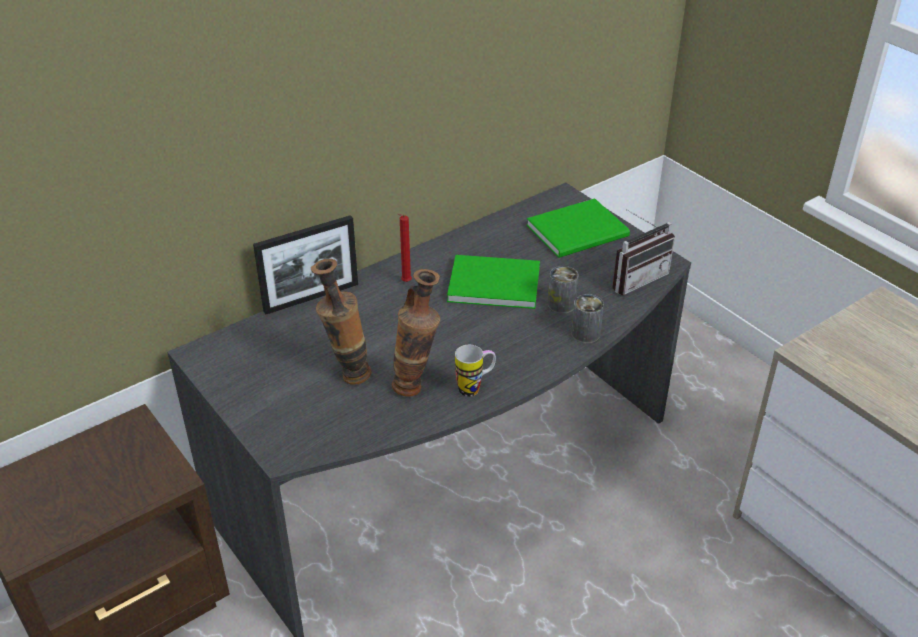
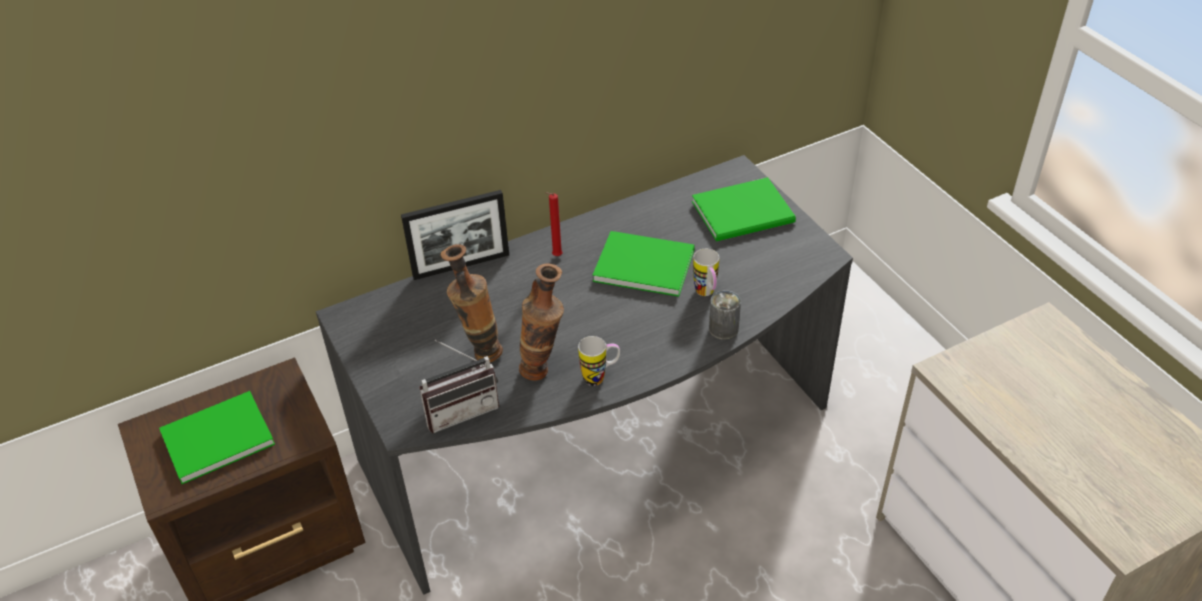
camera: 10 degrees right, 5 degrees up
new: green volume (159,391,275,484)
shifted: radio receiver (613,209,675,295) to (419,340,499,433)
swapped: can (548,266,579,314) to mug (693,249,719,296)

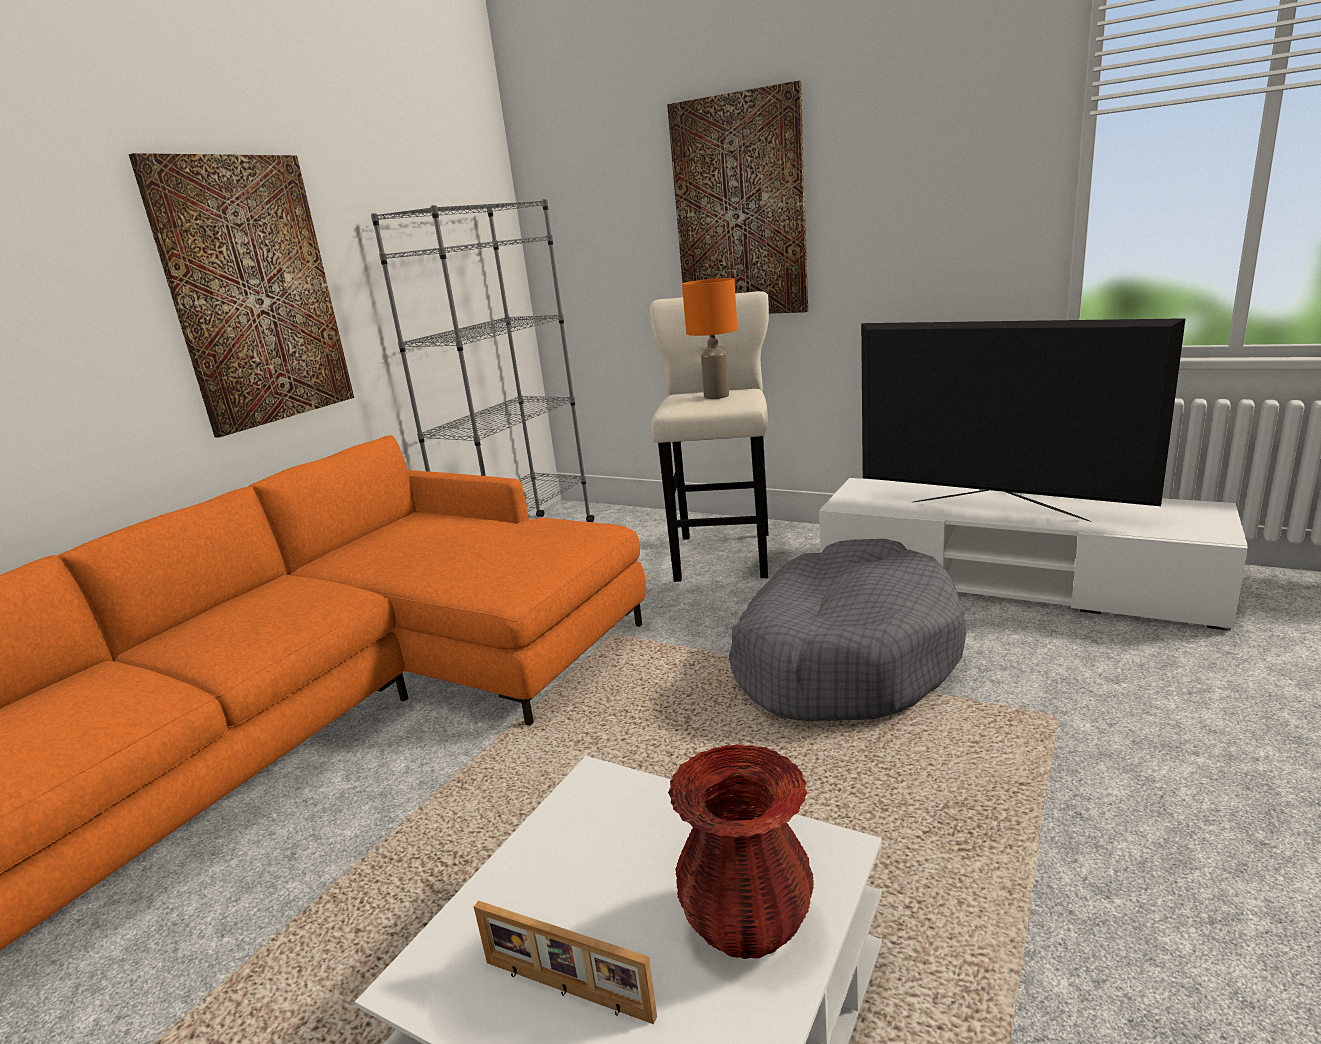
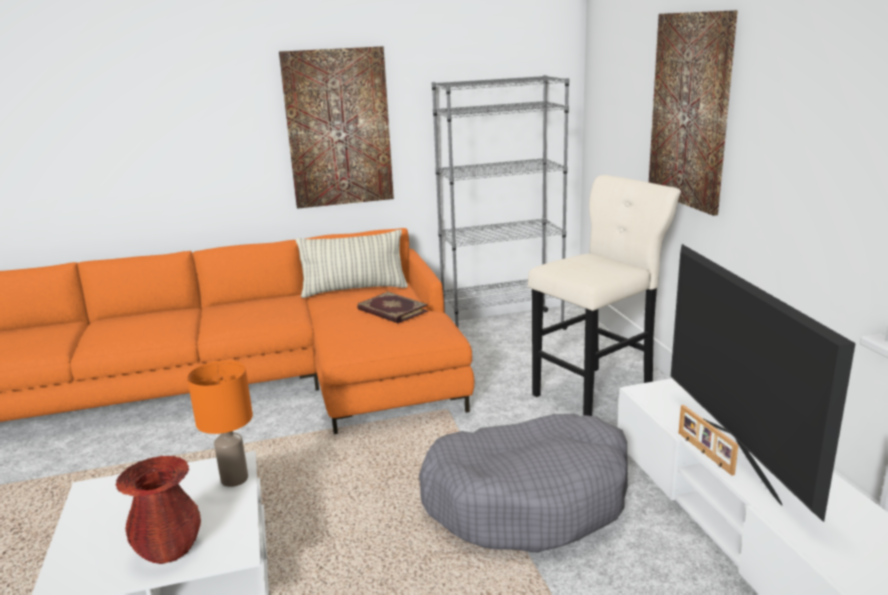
camera: 45 degrees right, 0 degrees up
new: throw pillow (296,229,408,298); volume (357,292,428,323)
shifted: orange-coloured lamp for a table (682,278,738,399) to (187,360,253,487); picture frame (474,901,657,1024) to (679,405,738,476)

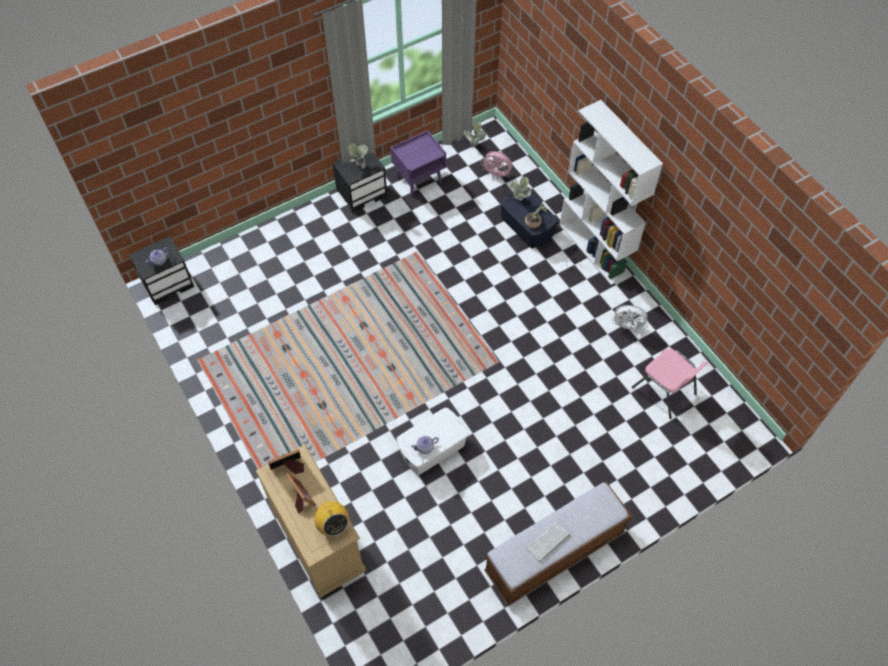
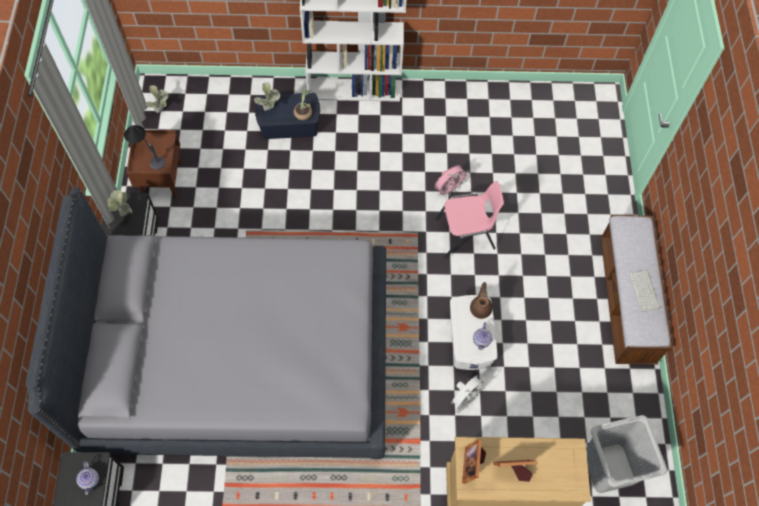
camera: 60 degrees left, 5 degrees up
gone: radio receiver (313,501,349,537)
new: grey bed (25,187,386,459); lamp for a table (124,125,165,170); brown-coloured pot for tea (470,282,493,319); grey hamper (586,415,667,493)
shifted: pink-coloured electric fan (481,151,512,179) to (435,165,470,197); pink-coloured upright chair (632,348,708,419) to (435,181,504,259); white electric fan (611,305,649,332) to (451,375,487,413)
repainted: purple-coloured night table (390,130,446,196) to brown-coloured night table (126,130,182,198)

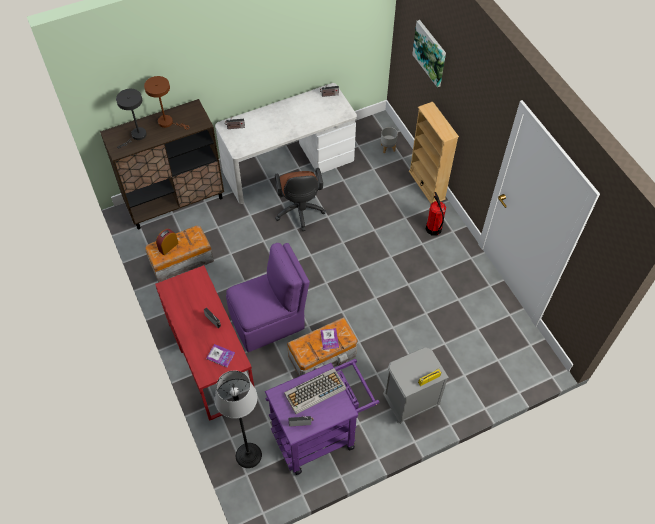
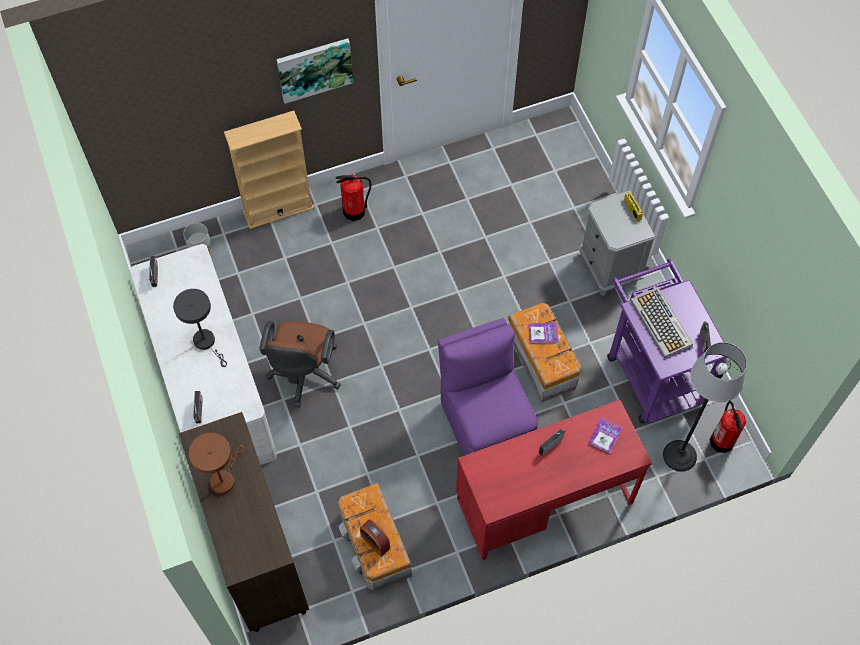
camera: 85 degrees left, 5 degrees up
new: fire extinguisher (710,401,746,453)
shifted: grey lamp for a table (116,89,147,148) to (173,289,227,367); wall picture (412,20,446,87) to (276,38,353,104)
rotated: brown-coloured office chair (275,168,326,231) = (259,321,341,407) 105 degrees clockwise

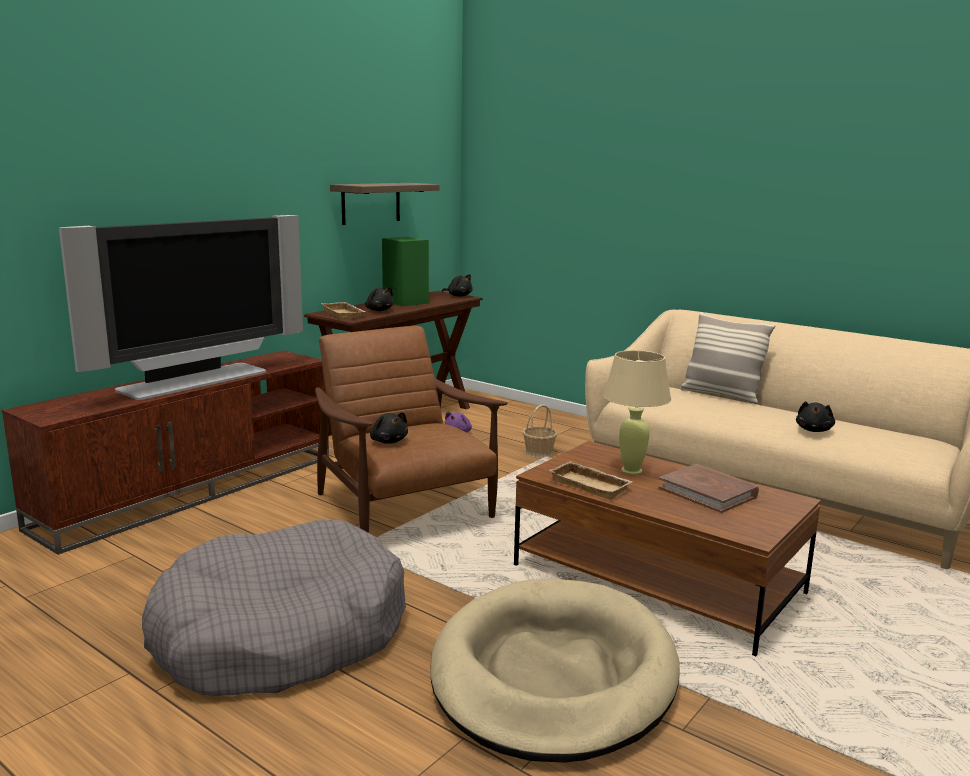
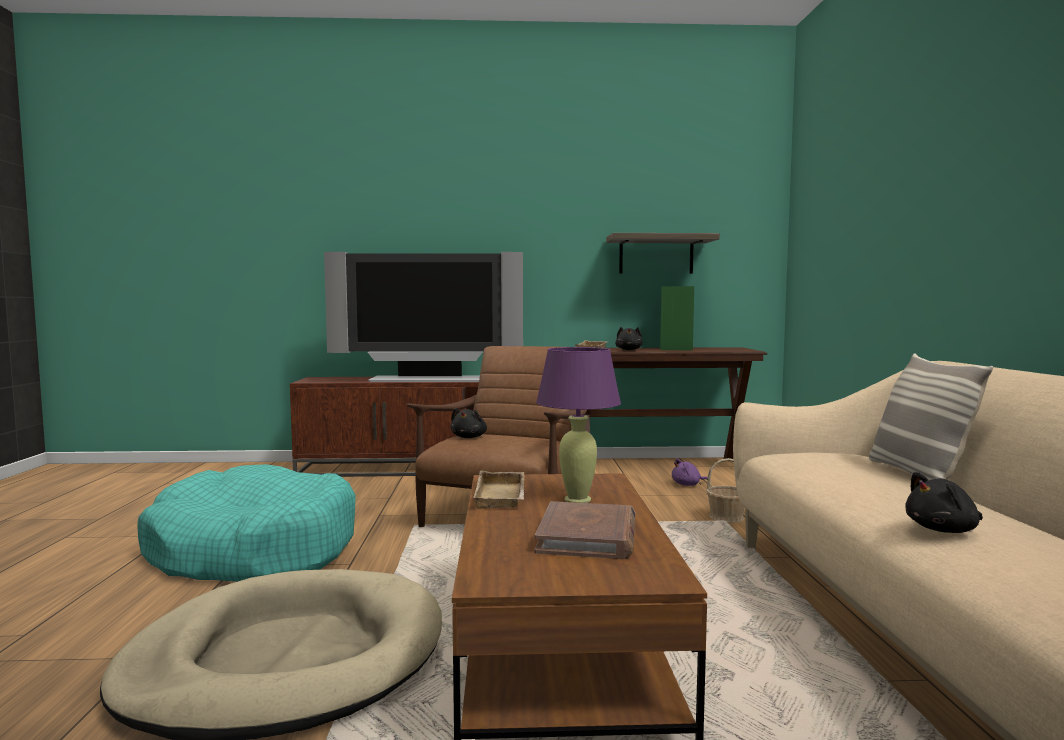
camera: 50 degrees right, 10 degrees down
gone: black-coloured plush toy (442,274,473,297)
repainted: grey dog cushion (142,520,406,696) to turquoise-coloured dog cushion (137,464,356,582); beige lamp for a table (603,350,671,475) to purple-coloured lamp for a table (536,347,621,503)

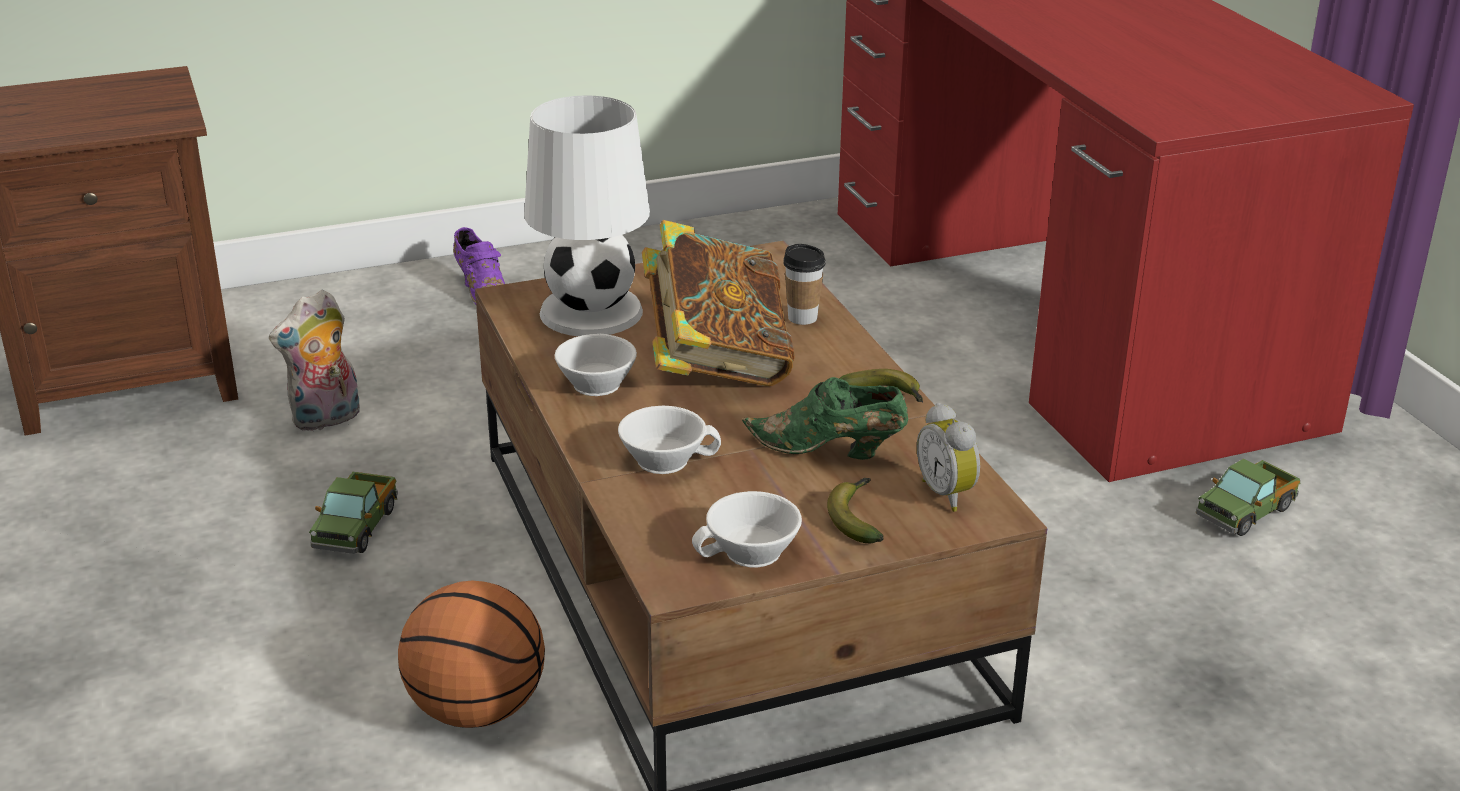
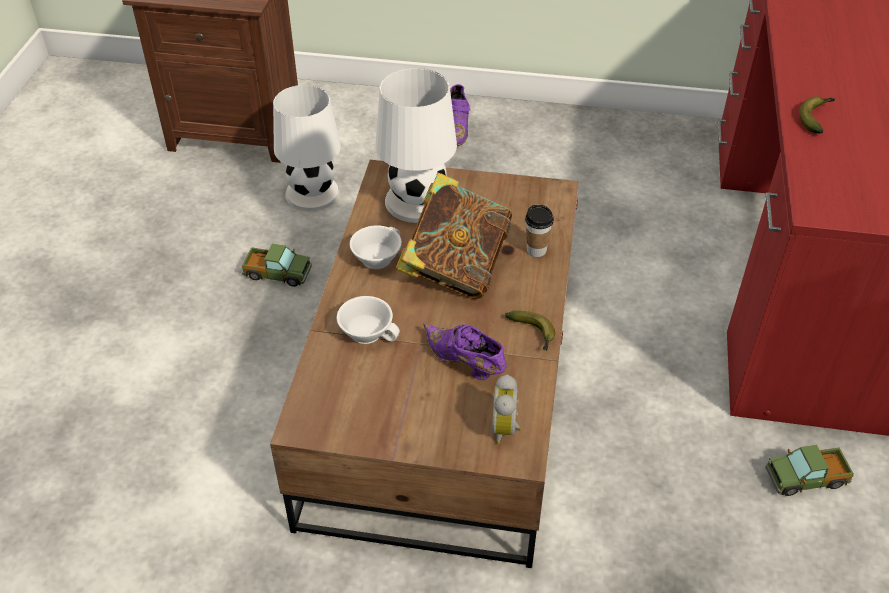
camera: 30 degrees right, 15 degrees up
gone: ball for basketball (398,581,545,728); white small cup (692,491,802,568)
shifted: banana fruit (827,478,883,543) to (799,96,835,134)
swapped: plush toy (269,290,360,432) to white lamp for a table (273,85,341,211)
repainted: green shoe (742,377,908,460) to purple-coloured shoe (423,323,507,380)
rotated: toy truck (309,472,398,554) = (242,244,312,287) 120 degrees counterclockwise

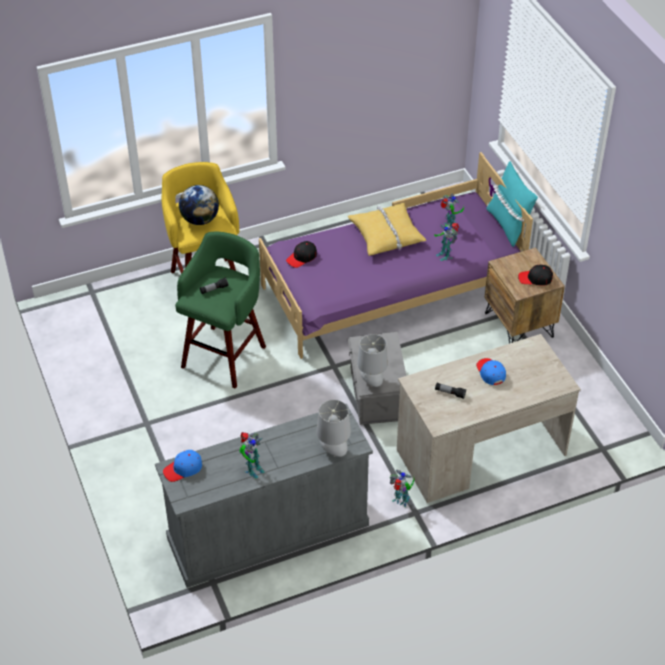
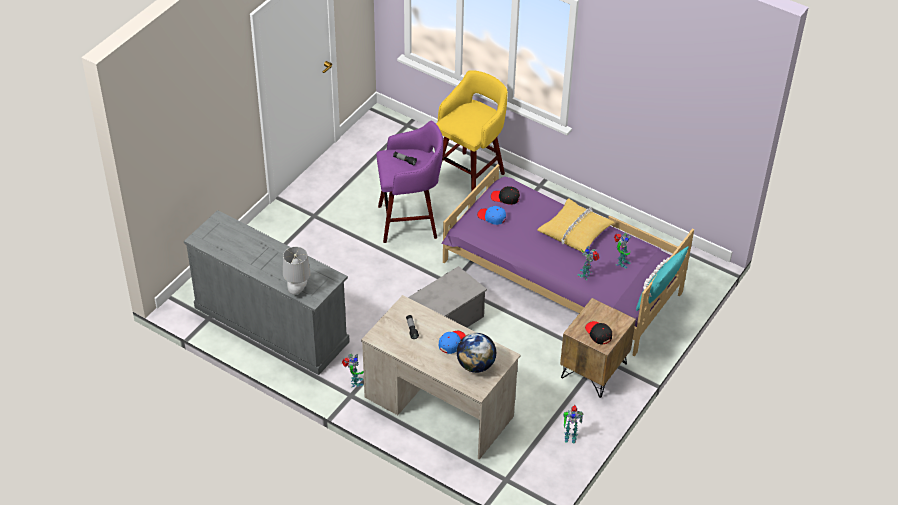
camera: 55 degrees right, 0 degrees up
gone: grey lamp for a table (357,334,388,387)
shifted: desk globe (179,185,219,225) to (457,333,496,373); blue peaked cap (163,450,202,482) to (477,206,506,225); model robot (239,432,265,479) to (563,405,583,444)
repainted: green stool (175,232,266,389) to purple-coloured stool (376,121,443,243)

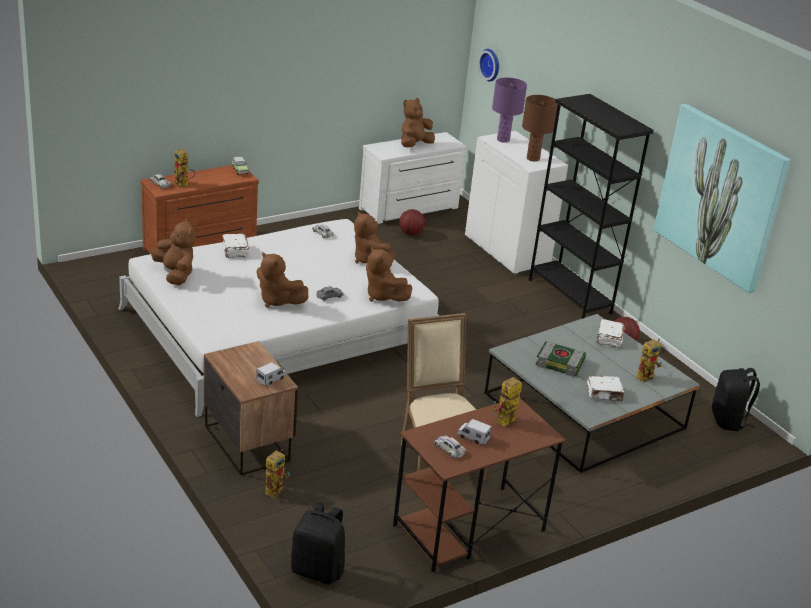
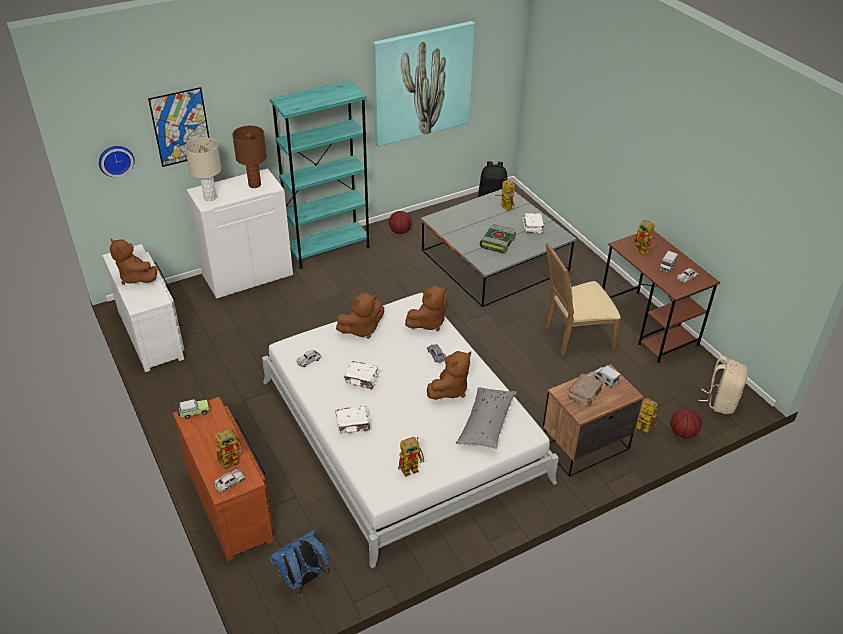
camera: 85 degrees left, 10 degrees up
new: wall picture (148,87,209,167); blue backpack (270,529,330,594); grey throw pillow (456,387,517,449); brown-coloured volume (568,374,603,406)
shifted: white volume (596,319,625,348) to (344,361,379,389); ball for basketball (399,209,425,236) to (671,408,702,438)
swapped: brown-coloured plush toy (151,218,196,285) to model robot (398,437,424,477)
repainted: purple-coloured lamp for a table (492,77,527,143) to beige lamp for a table (185,137,221,201); black-coloured bookcase (528,94,654,319) to turquoise-coloured bookcase (270,80,370,269); black-coloured backpack (291,502,345,585) to beige backpack (698,356,748,414)

